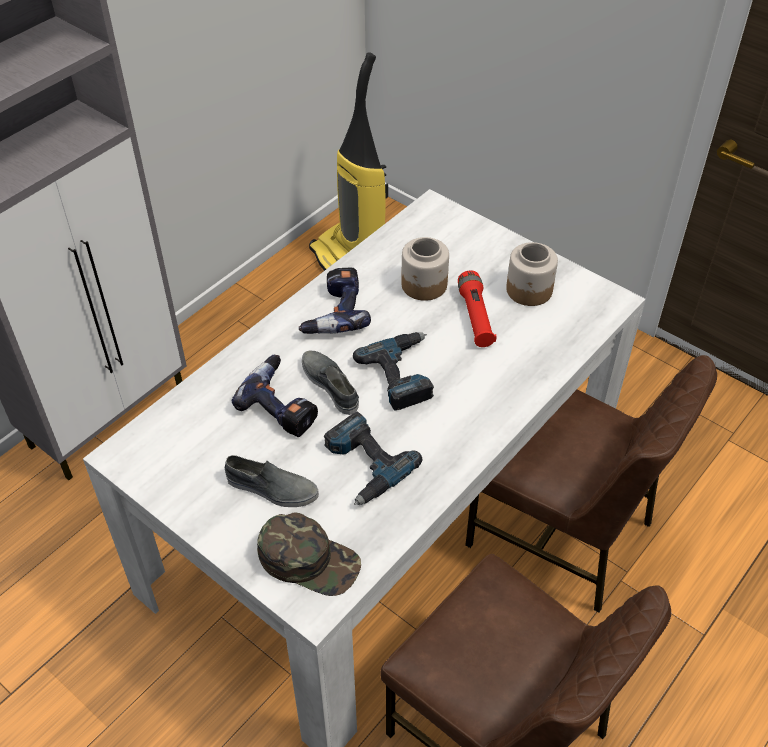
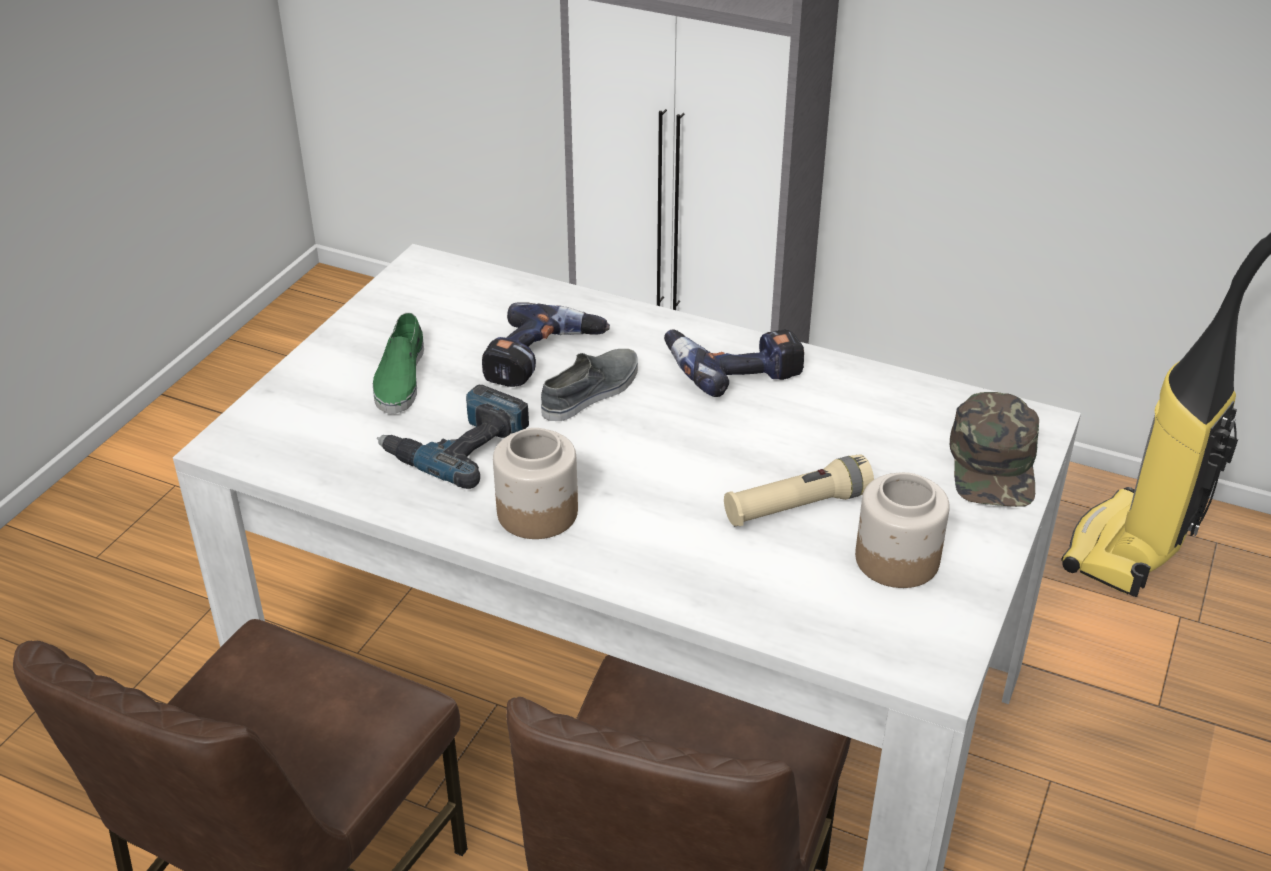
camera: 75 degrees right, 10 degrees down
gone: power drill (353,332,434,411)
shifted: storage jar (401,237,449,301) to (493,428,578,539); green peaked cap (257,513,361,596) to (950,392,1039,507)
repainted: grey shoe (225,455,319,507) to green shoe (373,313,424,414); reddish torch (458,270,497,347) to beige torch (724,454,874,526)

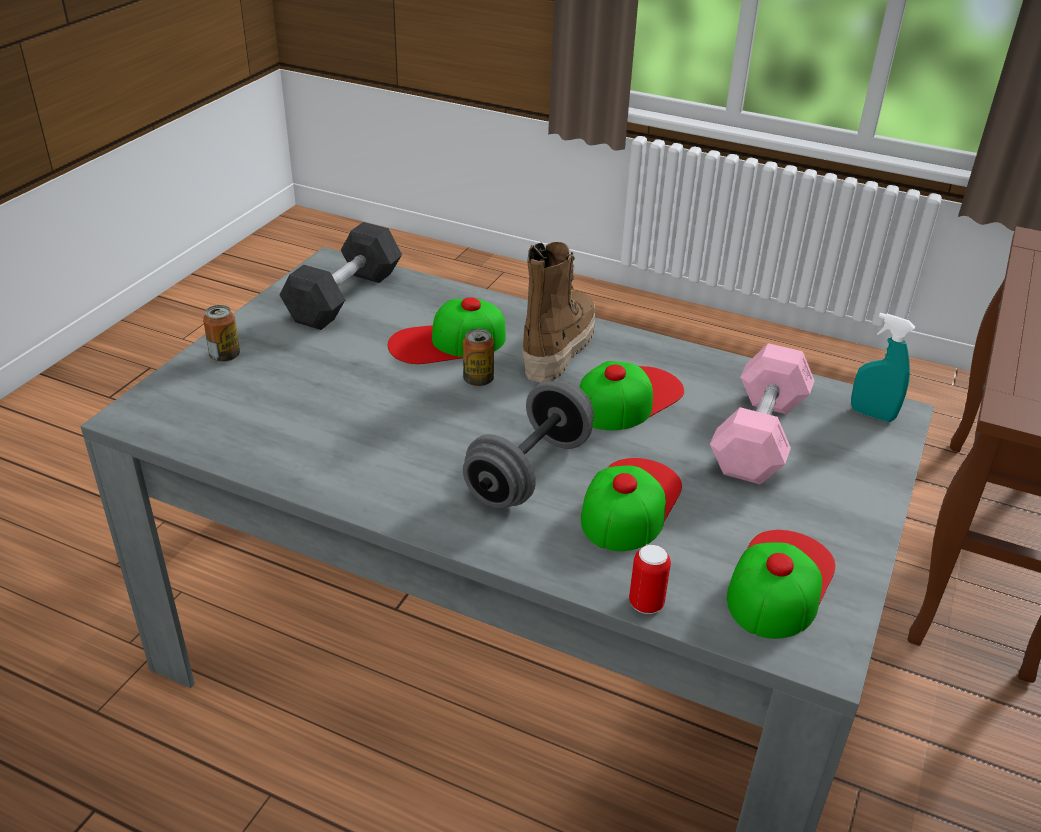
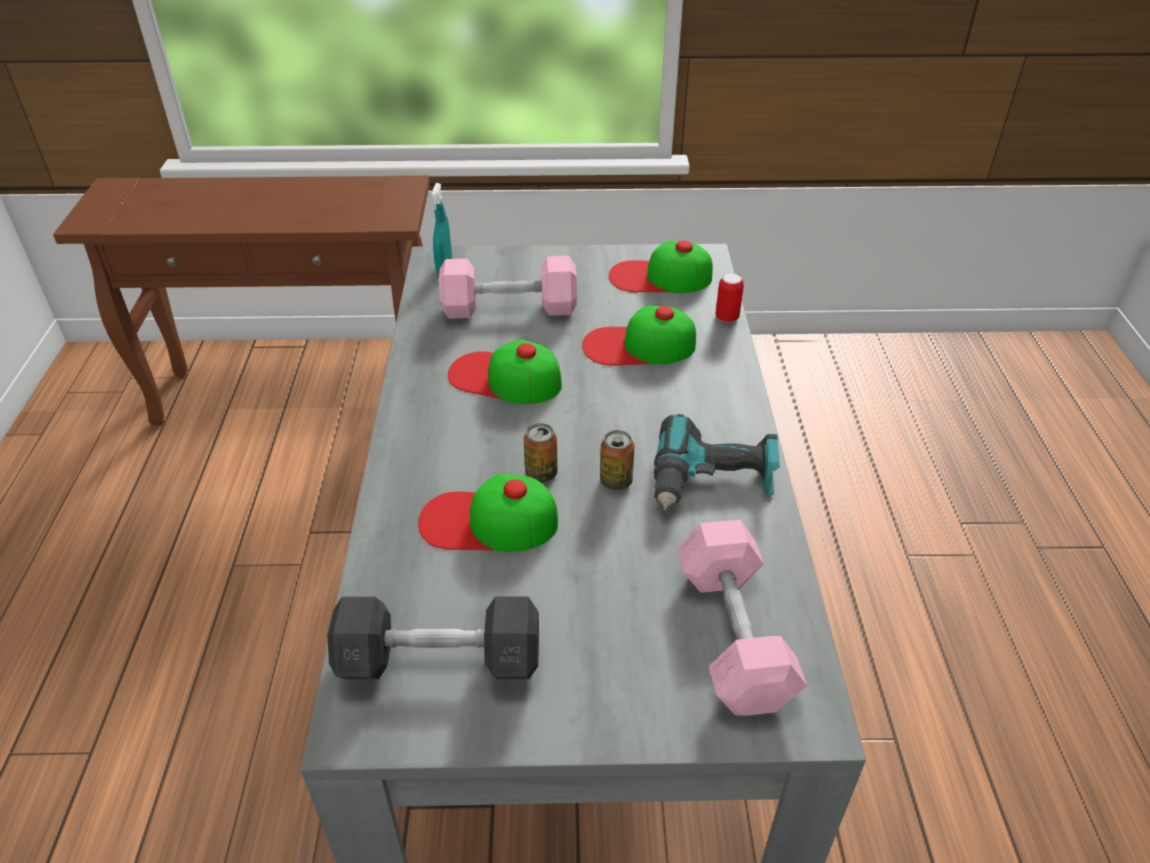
camera: 115 degrees left, 5 degrees up
gone: grey dumbbell (463,381,594,508); high-top boot (522,242,595,383)
new: power drill (654,414,780,510); pink-coloured dumbbell (677,520,807,716)
shifted: can (203,305,240,362) to (600,430,634,490)
rotated: peaked cap (388,297,506,364) = (418,474,558,552) 135 degrees clockwise

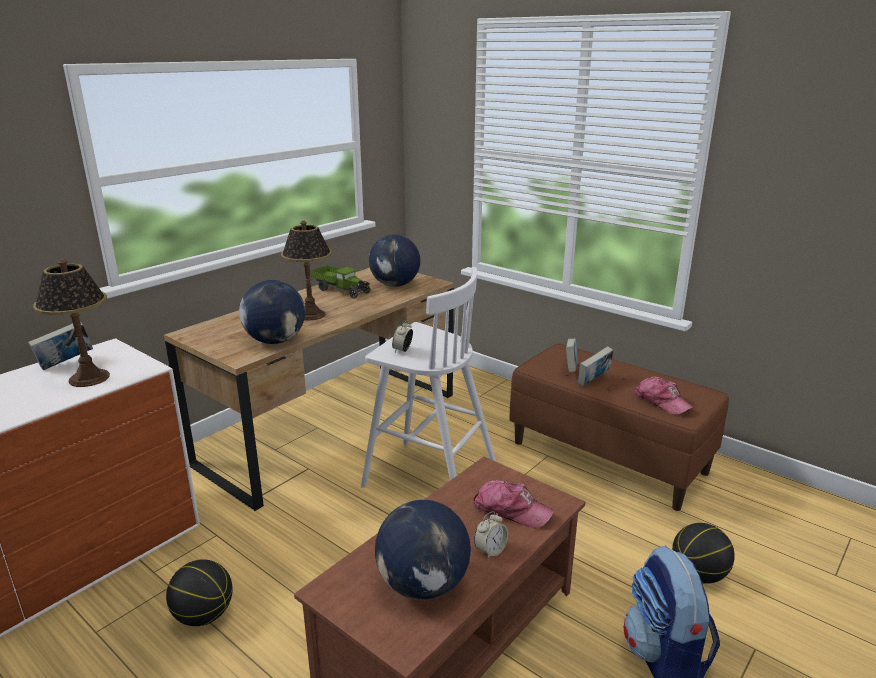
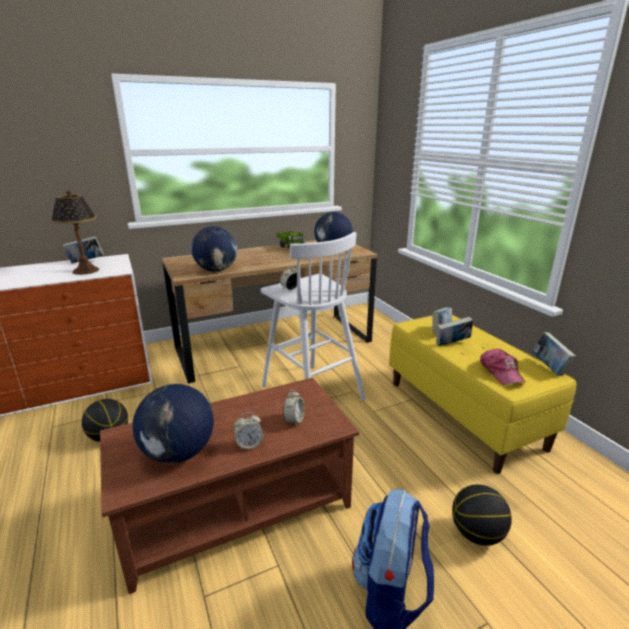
camera: 25 degrees right, 0 degrees up
gone: lamp for a table (281,220,332,321)
new: volume (533,332,576,376)
swapped: peaked cap (473,480,554,528) to table clock (283,390,305,426)
repainted: brown-coloured indoor bench (509,343,729,511) to yellow indoor bench (389,314,576,474)

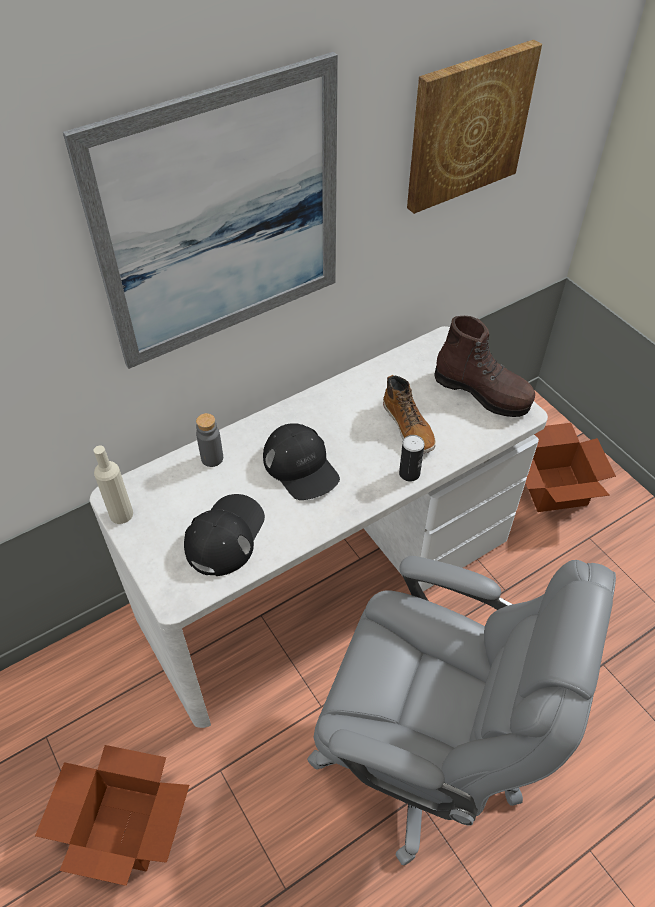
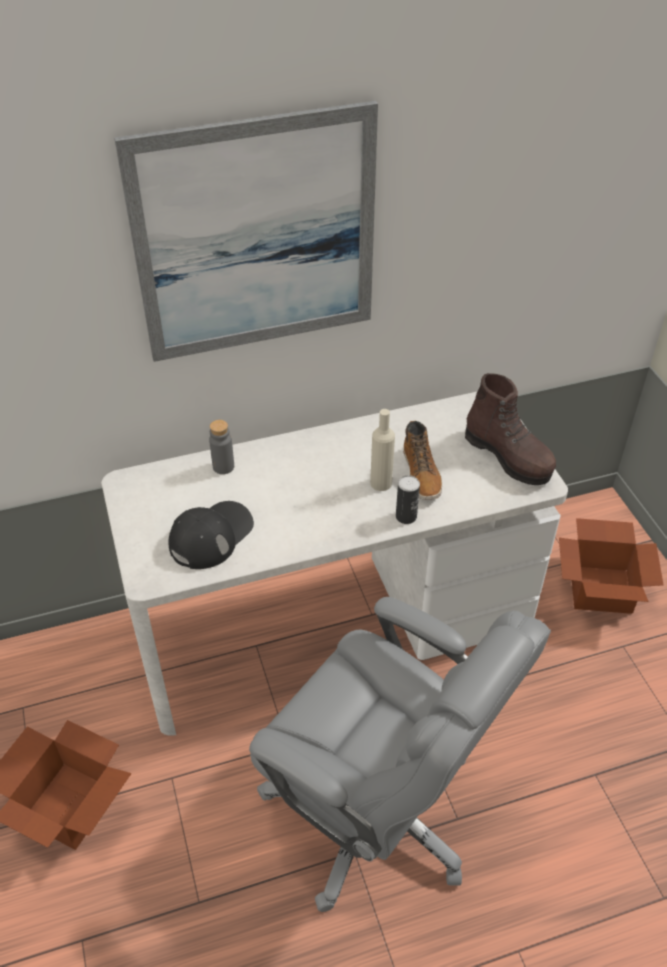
camera: 15 degrees right, 5 degrees down
gone: black-coloured peaked cap (263,423,340,500); wall picture (407,40,542,214)
shifted: beige beverage bottle (94,445,133,524) to (370,409,395,491)

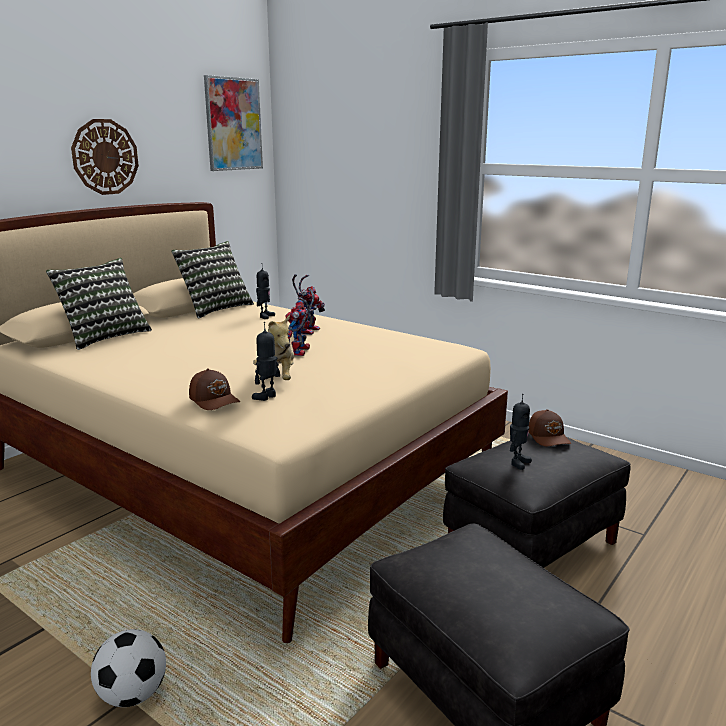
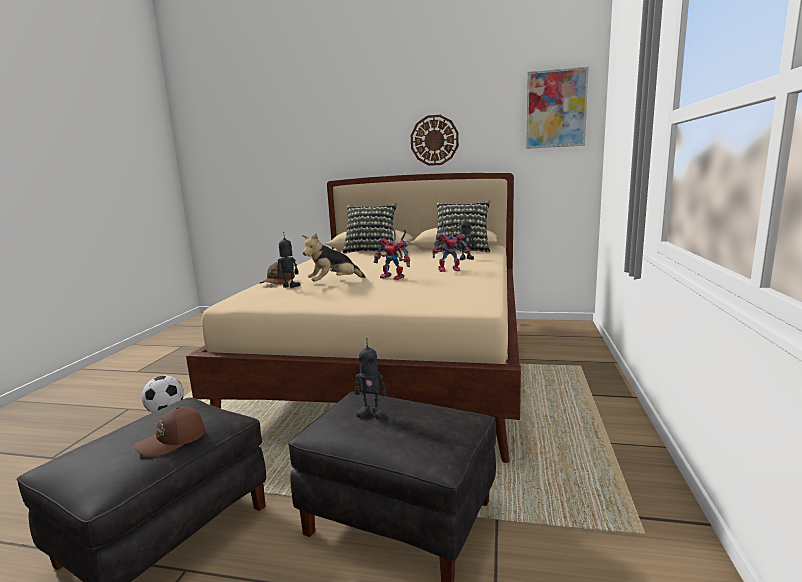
camera: 65 degrees right, 5 degrees down
shifted: brown-coloured peaked cap (528,409,571,446) to (134,407,206,457)
rotated: model robot (285,288,315,356) = (374,225,410,280) 135 degrees counterclockwise

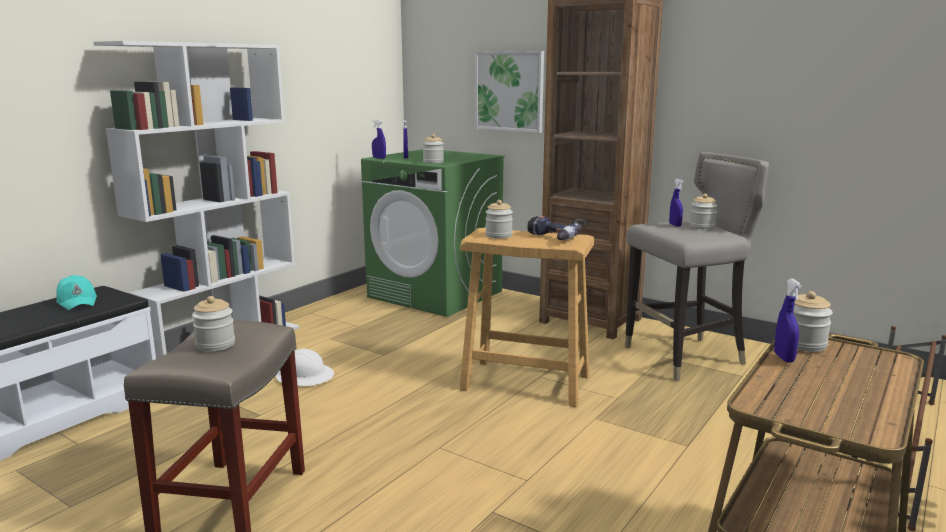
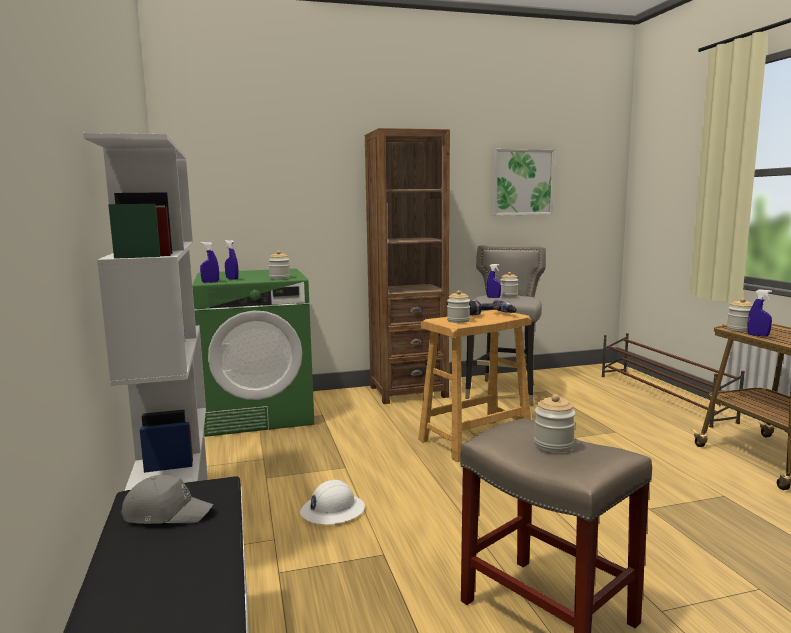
camera: 50 degrees left, 5 degrees down
shifted: wall picture (475,51,544,133) to (493,149,555,216)
repainted: turquoise-coloured peaked cap (56,275,97,310) to grey peaked cap (121,475,213,524)

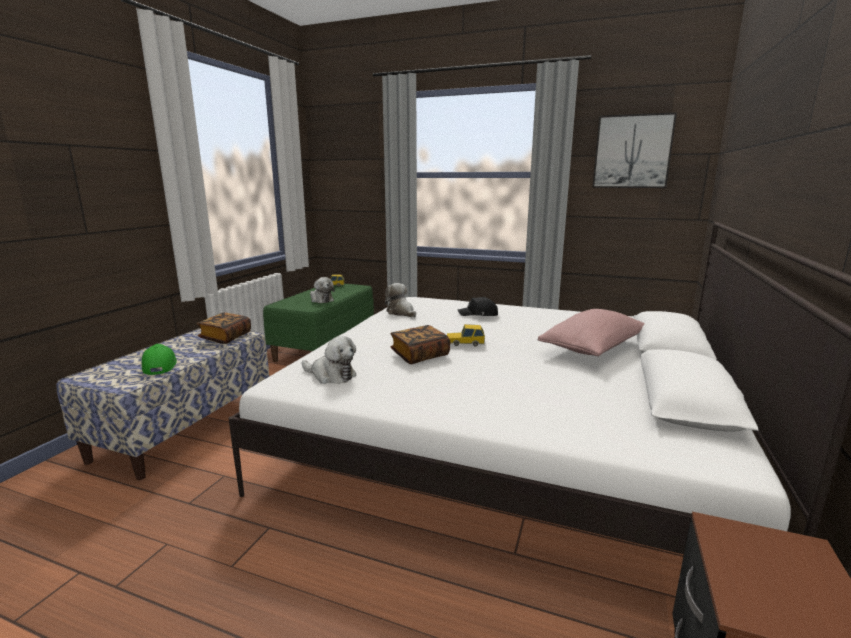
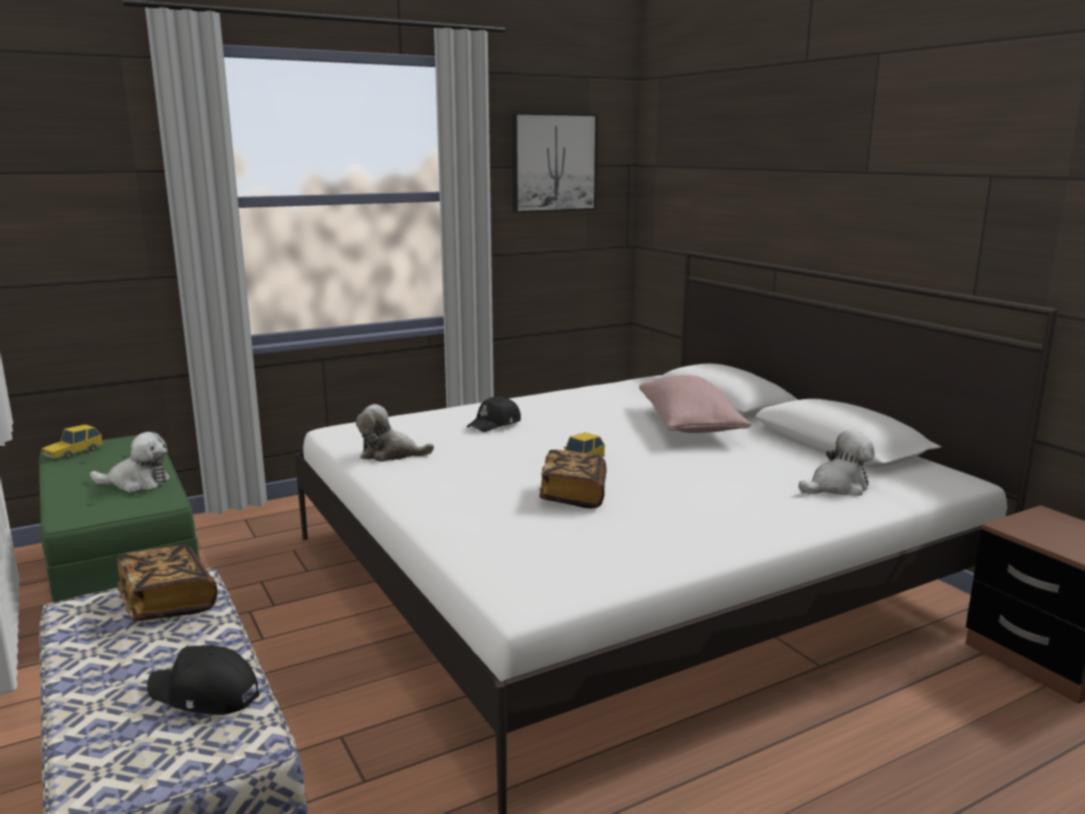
camera: 50 degrees left, 0 degrees up
shifted: plush toy (301,336,356,384) to (798,430,875,496)
repainted: green peaked cap (142,344,177,375) to black-coloured peaked cap (147,645,260,715)

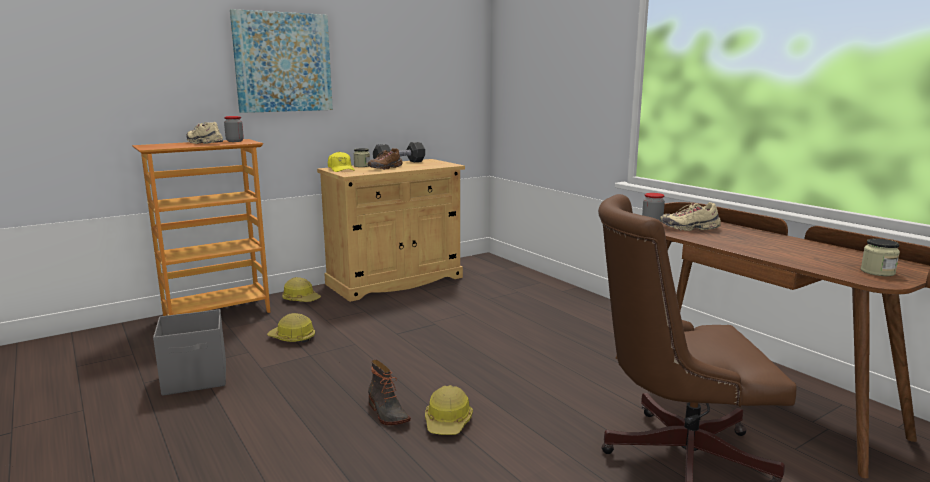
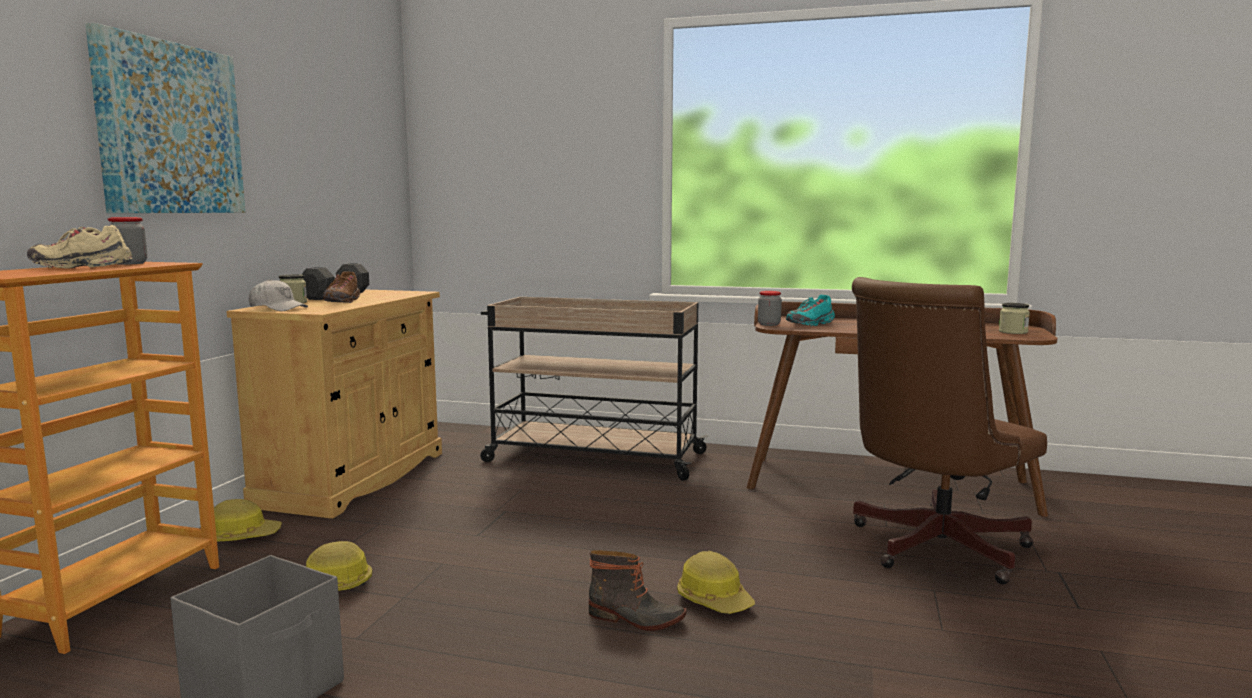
camera: 40 degrees left, 5 degrees down
new: beige wheeled cart (480,297,709,481)
repainted: yellow peaked cap (328,152,355,172) to white peaked cap (249,279,308,311); beige shoe (660,202,721,231) to turquoise-coloured shoe (786,295,835,326)

